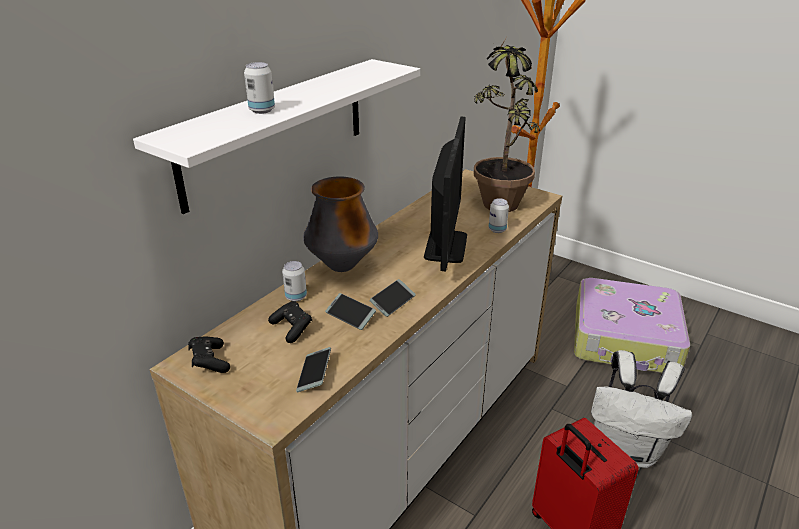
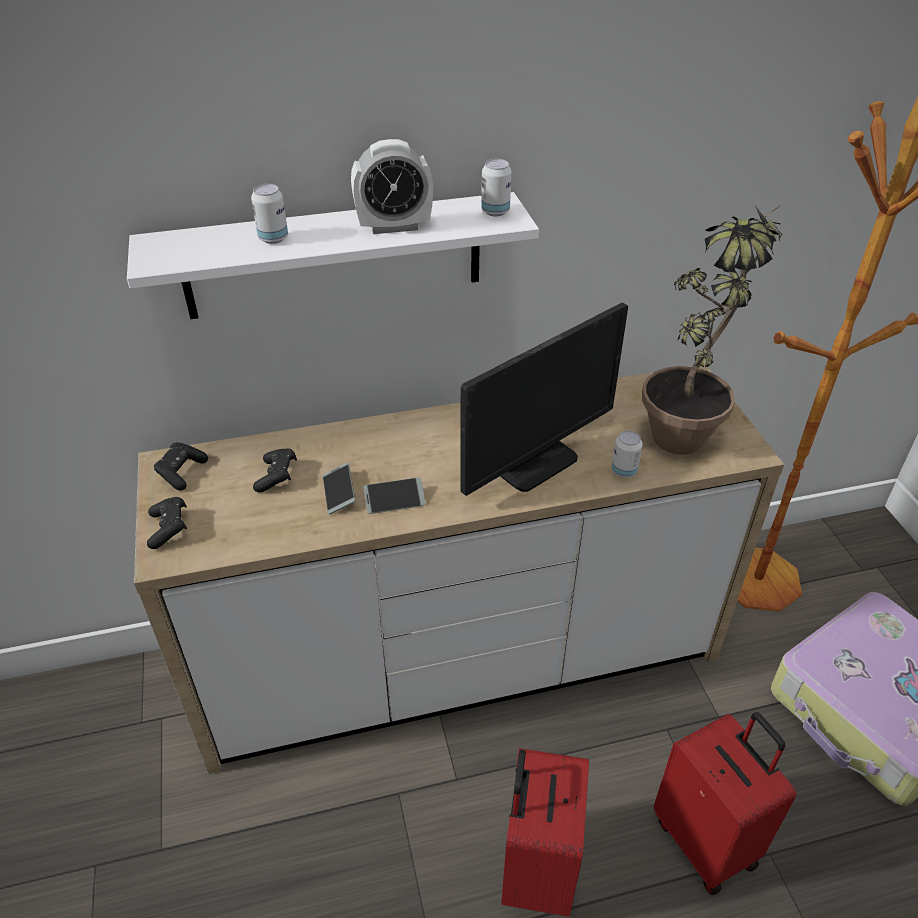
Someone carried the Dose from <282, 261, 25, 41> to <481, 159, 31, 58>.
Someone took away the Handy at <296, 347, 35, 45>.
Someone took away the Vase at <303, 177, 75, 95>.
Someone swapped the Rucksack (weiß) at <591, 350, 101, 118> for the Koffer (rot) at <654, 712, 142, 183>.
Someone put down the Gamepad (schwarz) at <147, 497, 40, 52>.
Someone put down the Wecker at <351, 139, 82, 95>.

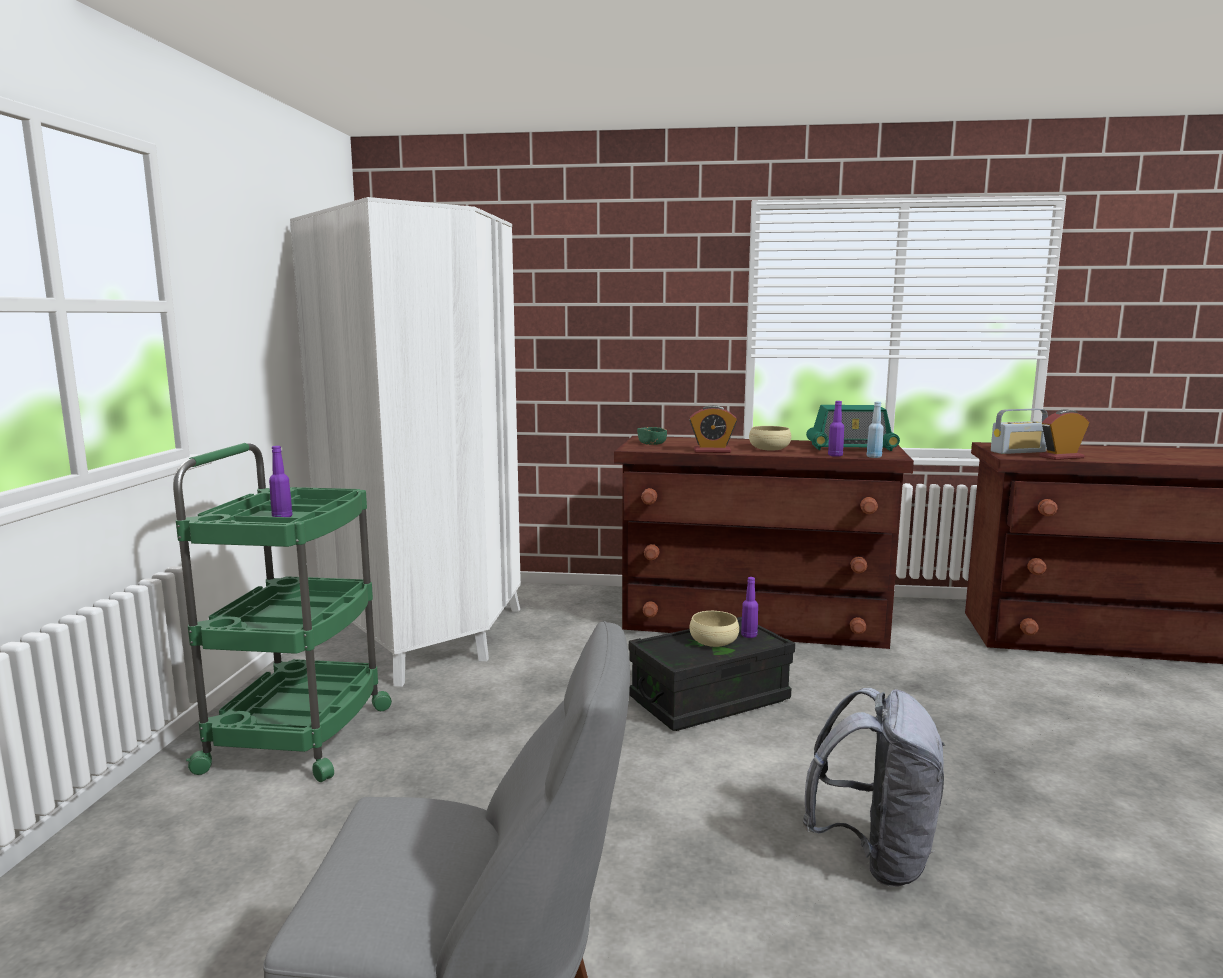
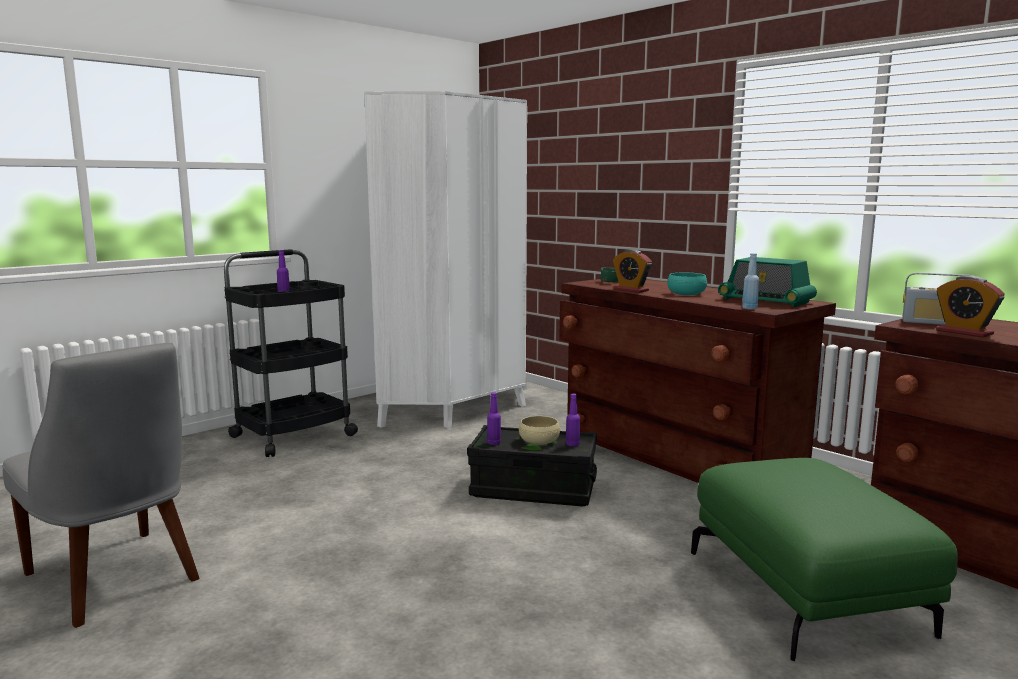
Someone repainted the Rollwagen (grün) at <173, 443, 219, 339>, which became the Rollwagen (schwarz) at <224, 249, 134, 208>.
Someone repainted the Schüssel (beige) at <749, 426, 42, 25>, which became the Schüssel (türkis) at <667, 273, 40, 22>.
Someone took away the Rucksack (grau) at <802, 688, 143, 199>.
Someone carried the Flasche (lila) from <828, 401, 16, 56> to <487, 392, 14, 53>.
Someone rotated the Wecker at <1039, 409, 50, 51> by 150 degrees counterclockwise.
Someone put down the Polsterhocker (grün) at <691, 458, 267, 203>.

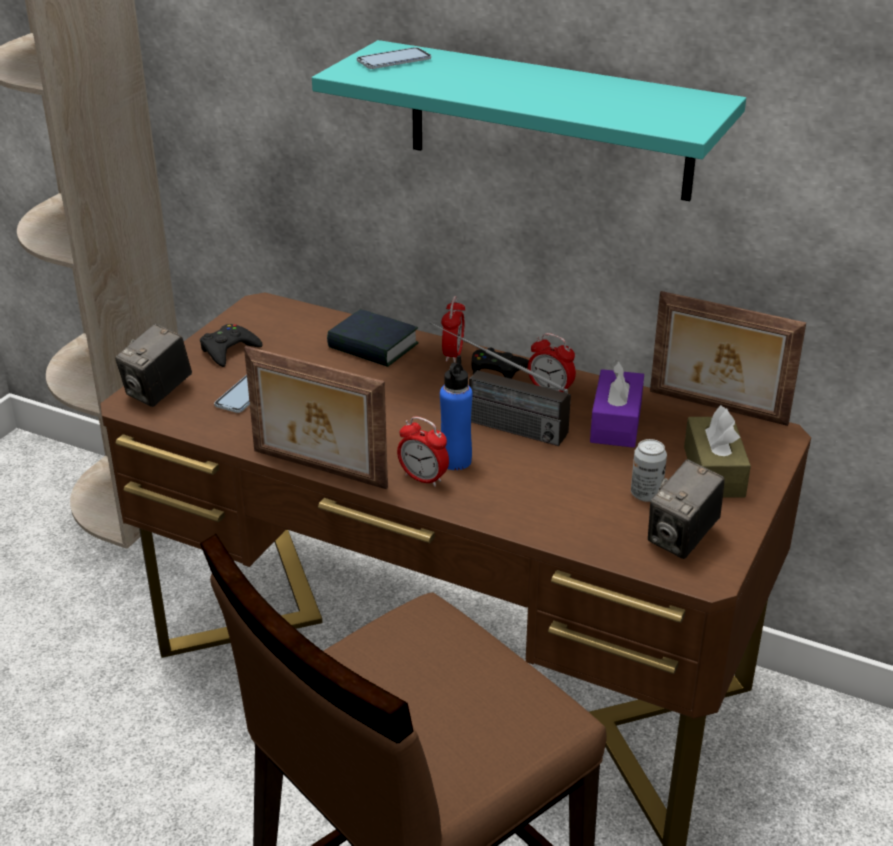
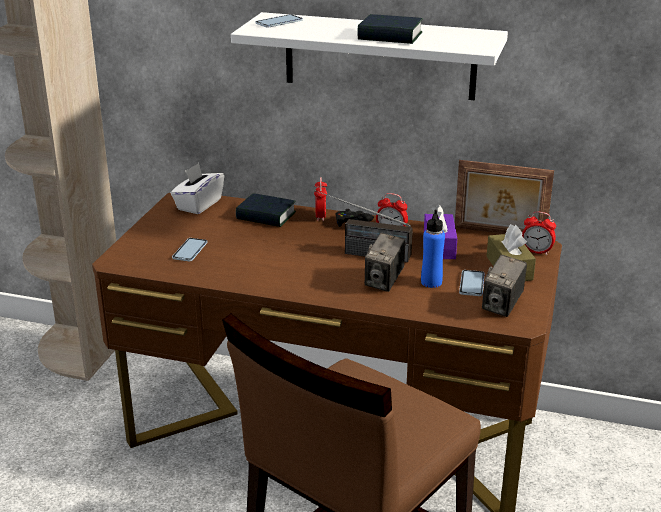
Someone carried the Kamera from <115, 324, 77, 83> to <365, 233, 40, 59>.
Someone took away the Gamepad (schwarz) at <200, 324, 63, 43>.
Someone took away the Bilderrahmen at <244, 346, 144, 143>.
Someone repainted the Wandregal (türkis) at <312, 40, 434, 161>, which became the Wandregal (weiß) at <231, 12, 277, 88>.
Someone carried the Wecker from <397, 417, 52, 70> to <522, 211, 34, 44>.
Someone carried the Flasche (blau) from <440, 355, 33, 115> to <421, 210, 24, 78>.
Someone swapped the Dose at <631, 439, 36, 63> for the Handy at <459, 270, 26, 26>.
Someone put down the Taschentuchbox (weiß) at <171, 163, 53, 51>.
Someone put down the Buch at <357, 14, 66, 30>.

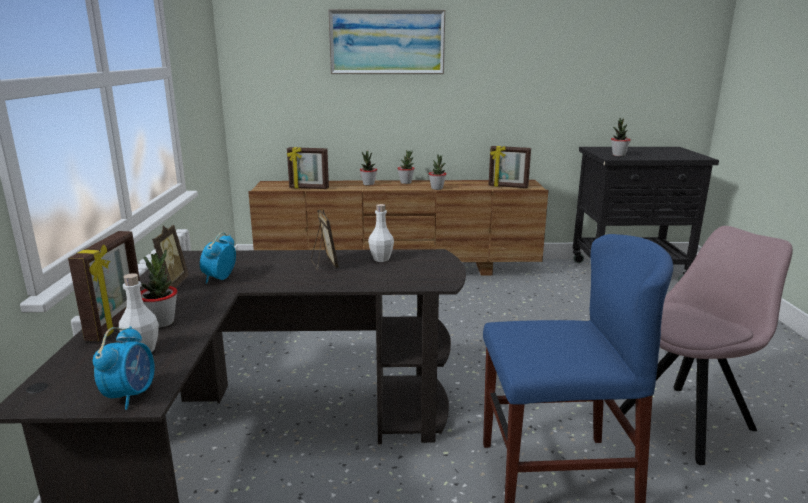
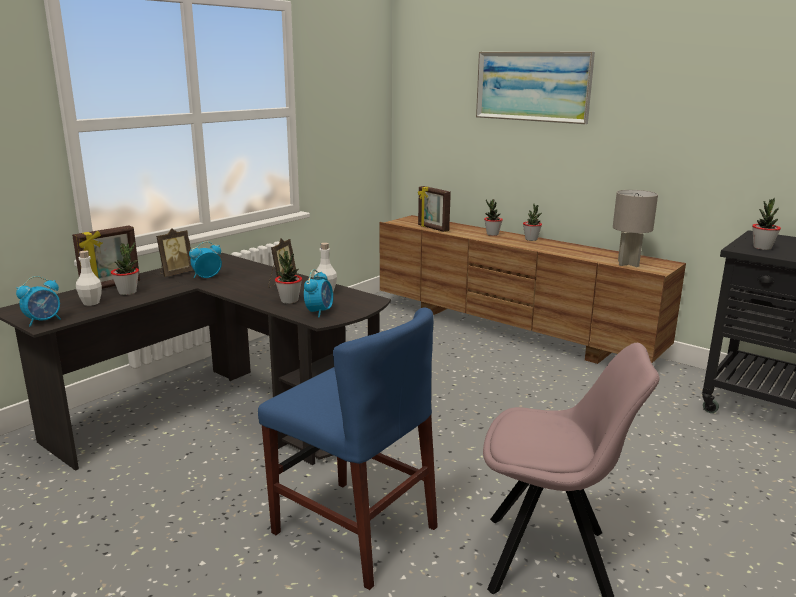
Someone carried the Topfpflanze from <428, 154, 18, 36> to <275, 251, 27, 53>.
Someone swapped the Bilderrahmen at <489, 146, 42, 42> for the Tischlampe (grau) at <613, 190, 45, 77>.
Someone put down the Wecker at <304, 269, 29, 48>.

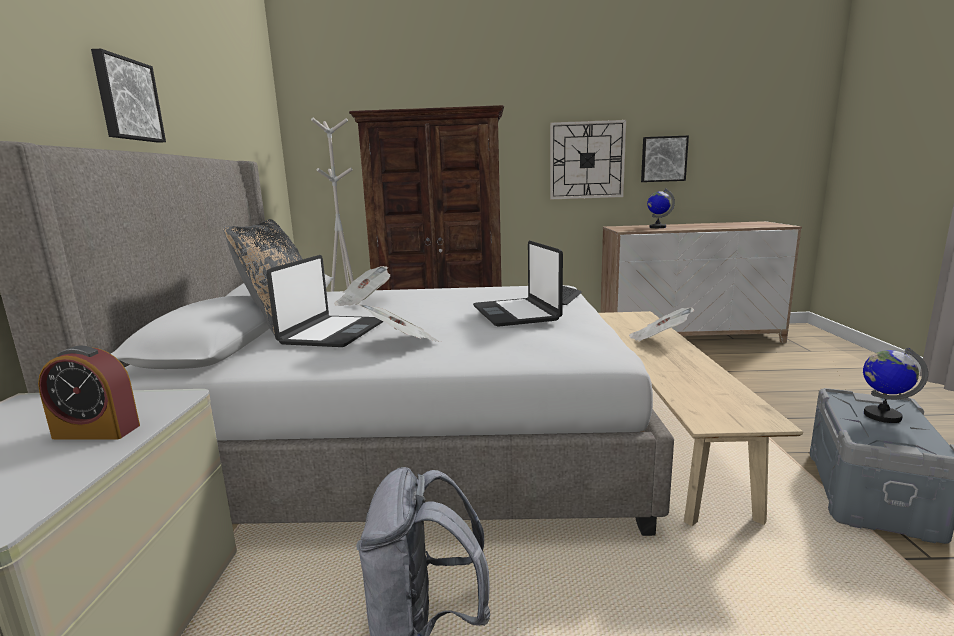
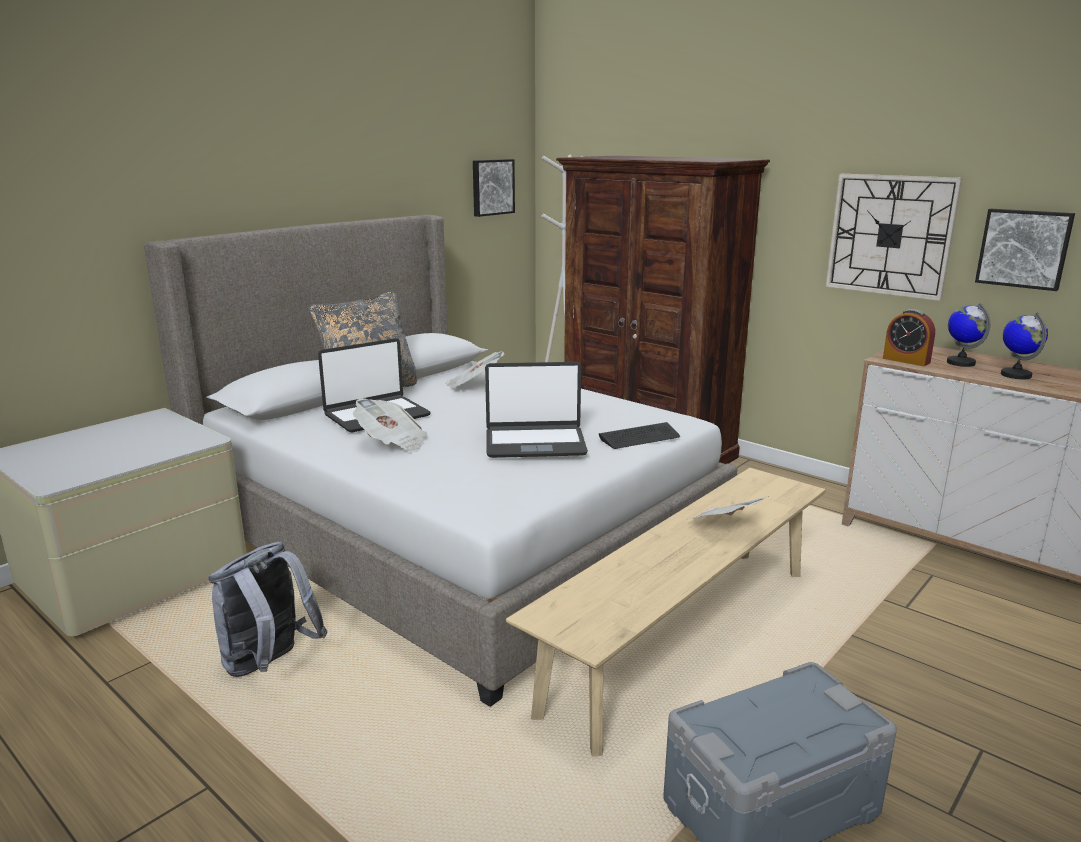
Someone carried the Wecker from <38, 345, 102, 95> to <883, 309, 52, 57>.
Someone carried the Bild from <91, 49, 75, 94> to <473, 159, 42, 58>.
Someone rotated the Laptop at <473, 240, 90, 87> by 120 degrees counterclockwise.
Someone carried the Globus from <863, 348, 65, 75> to <1001, 313, 47, 66>.

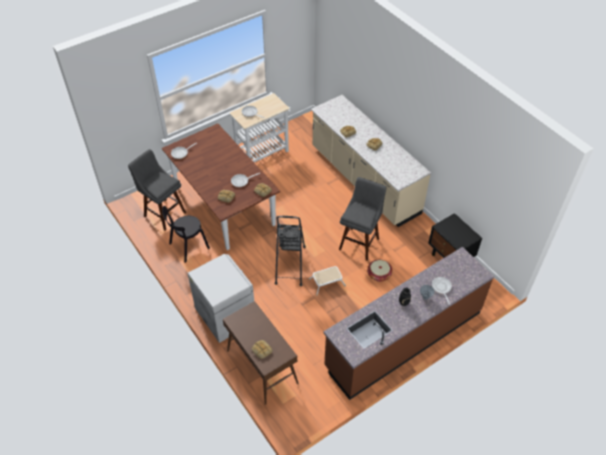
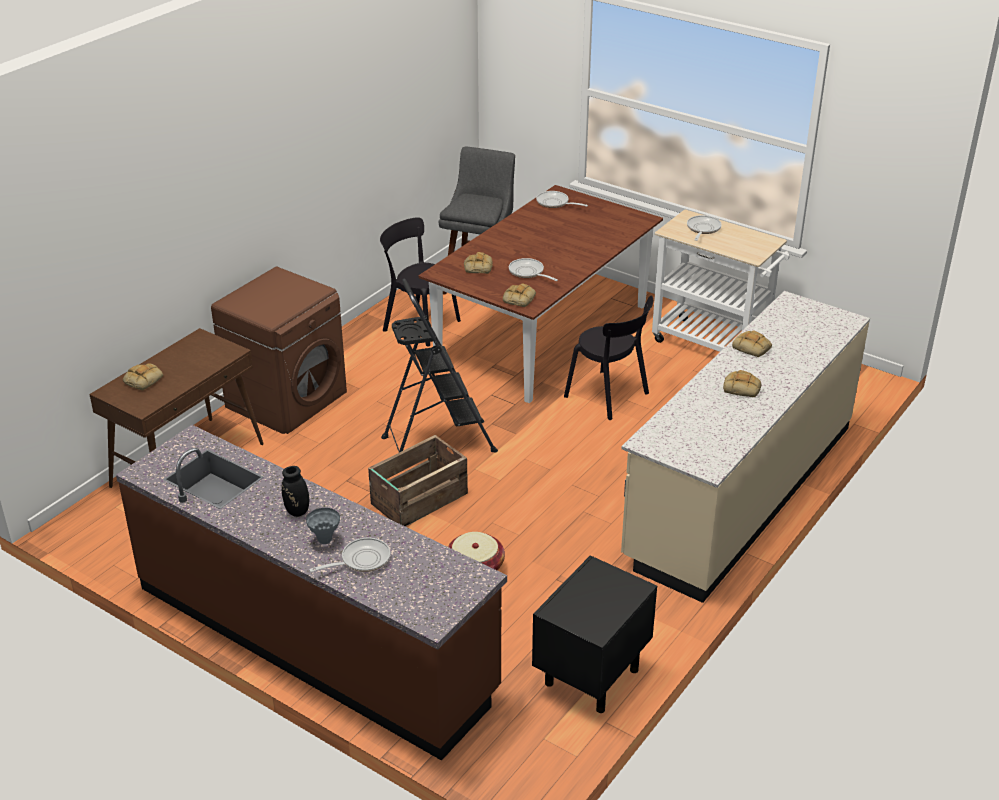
Someone repainted the Waschmaschine (weiß) at <187, 254, 67, 89>, which became the Waschmaschine (braun) at <211, 266, 136, 168>.
Someone swapped the Trittleiter (beige) at <309, 266, 37, 30> for the Kiste at <368, 435, 100, 92>.
Someone took away the Hocker (grau) at <339, 177, 48, 84>.
Someone put down the Stuhl (schwarz) at <564, 296, 89, 124>.

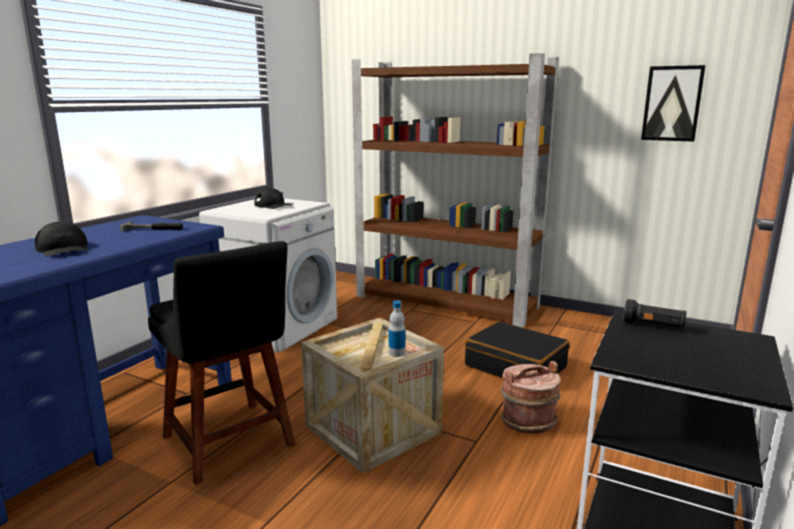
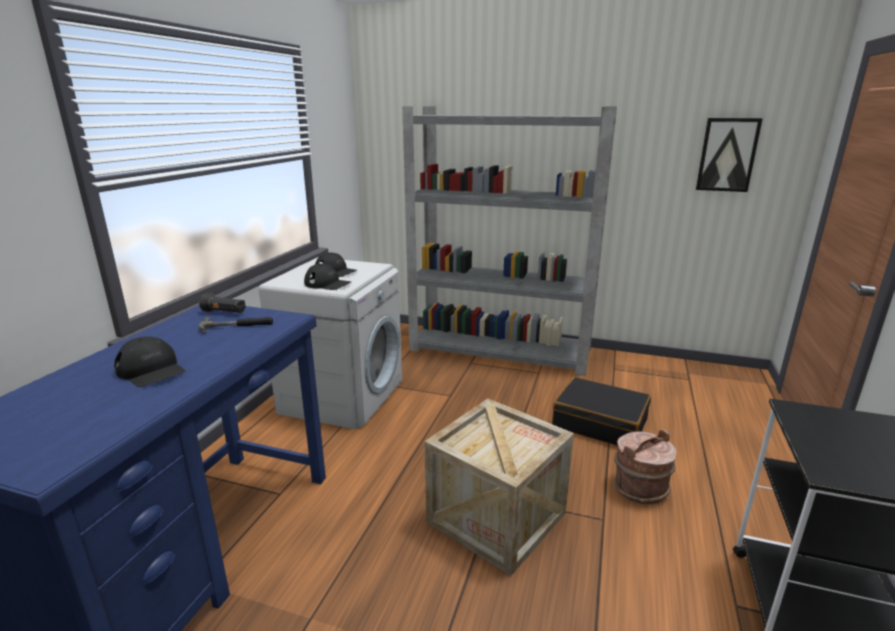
Someone took away the Hocker (schwarz) at <148, 241, 147, 244>.
Someone repainted the Bücherregal (braun) at <352, 53, 207, 275>, which became the Bücherregal (grau) at <402, 106, 215, 270>.
Someone took away the Flasche at <389, 301, 16, 56>.
Someone carried the Taschenlampe (schwarz) from <623, 299, 64, 29> to <199, 293, 47, 20>.
Someone put down the Kappe (schwarz) at <304, 264, 47, 26>.

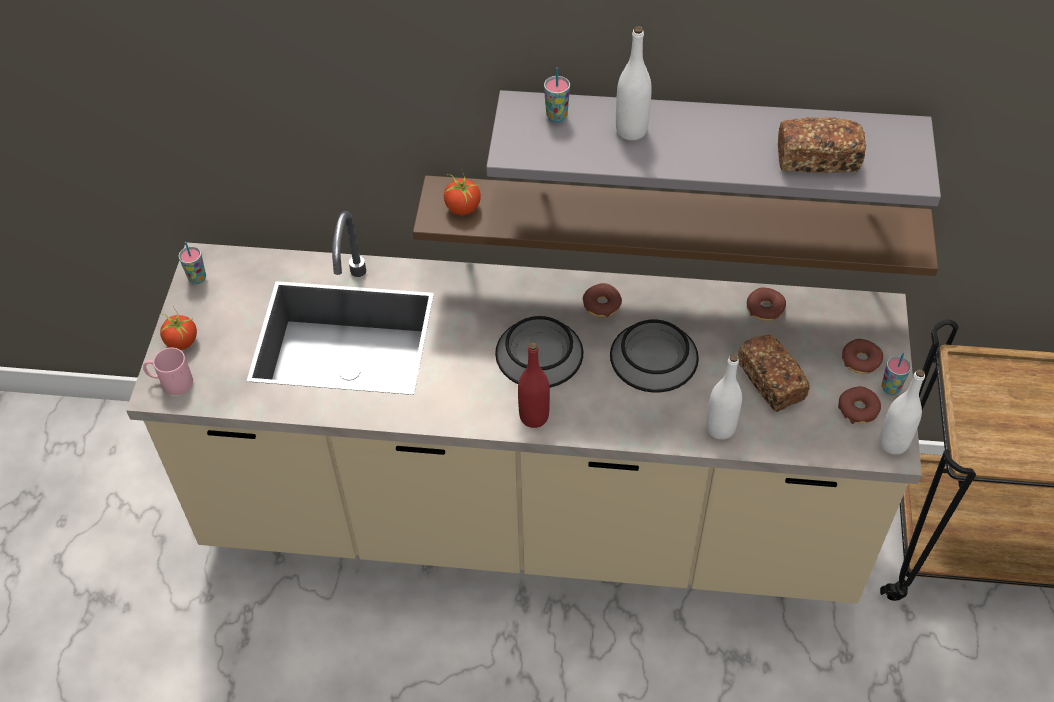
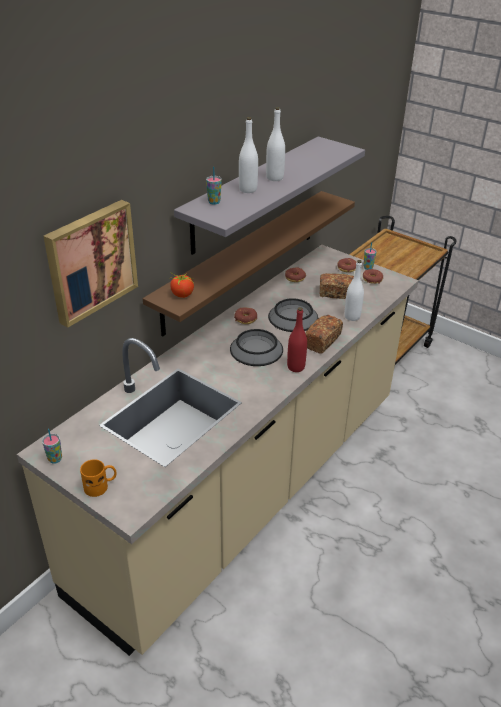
Someone took away the Henkelbecher (rosa) at <143, 348, 50, 47>.
Someone swapped the Tomate at <160, 306, 37, 44> for the Henkelbecher (orange) at <80, 459, 37, 38>.
Someone carried the Brot from <778, 117, 88, 56> to <305, 315, 38, 39>.
Someone carried the Flasche (weiß) from <879, 369, 46, 86> to <266, 107, 19, 74>.
Someone put up the Bild at <43, 200, 95, 128>.

